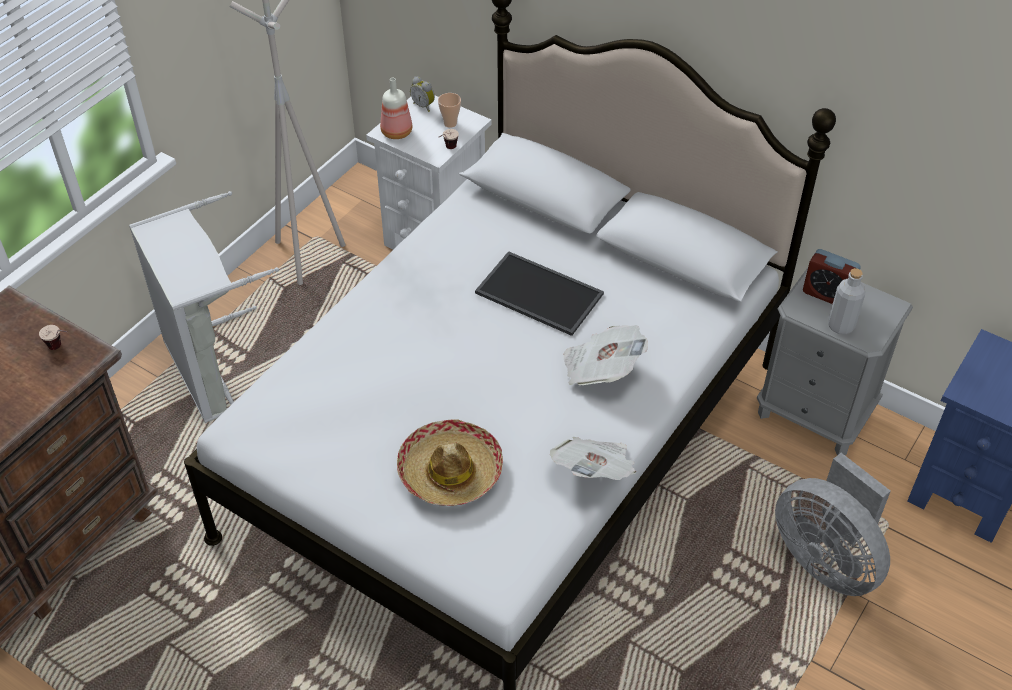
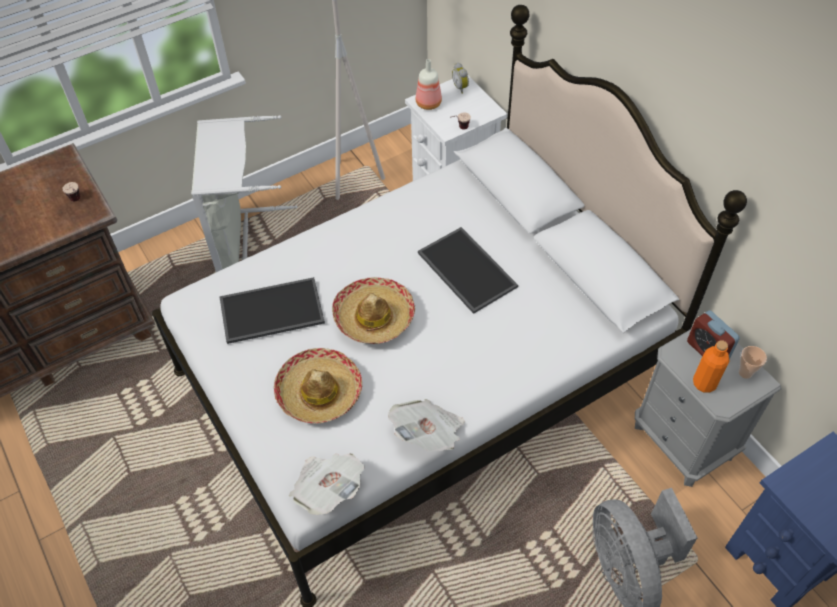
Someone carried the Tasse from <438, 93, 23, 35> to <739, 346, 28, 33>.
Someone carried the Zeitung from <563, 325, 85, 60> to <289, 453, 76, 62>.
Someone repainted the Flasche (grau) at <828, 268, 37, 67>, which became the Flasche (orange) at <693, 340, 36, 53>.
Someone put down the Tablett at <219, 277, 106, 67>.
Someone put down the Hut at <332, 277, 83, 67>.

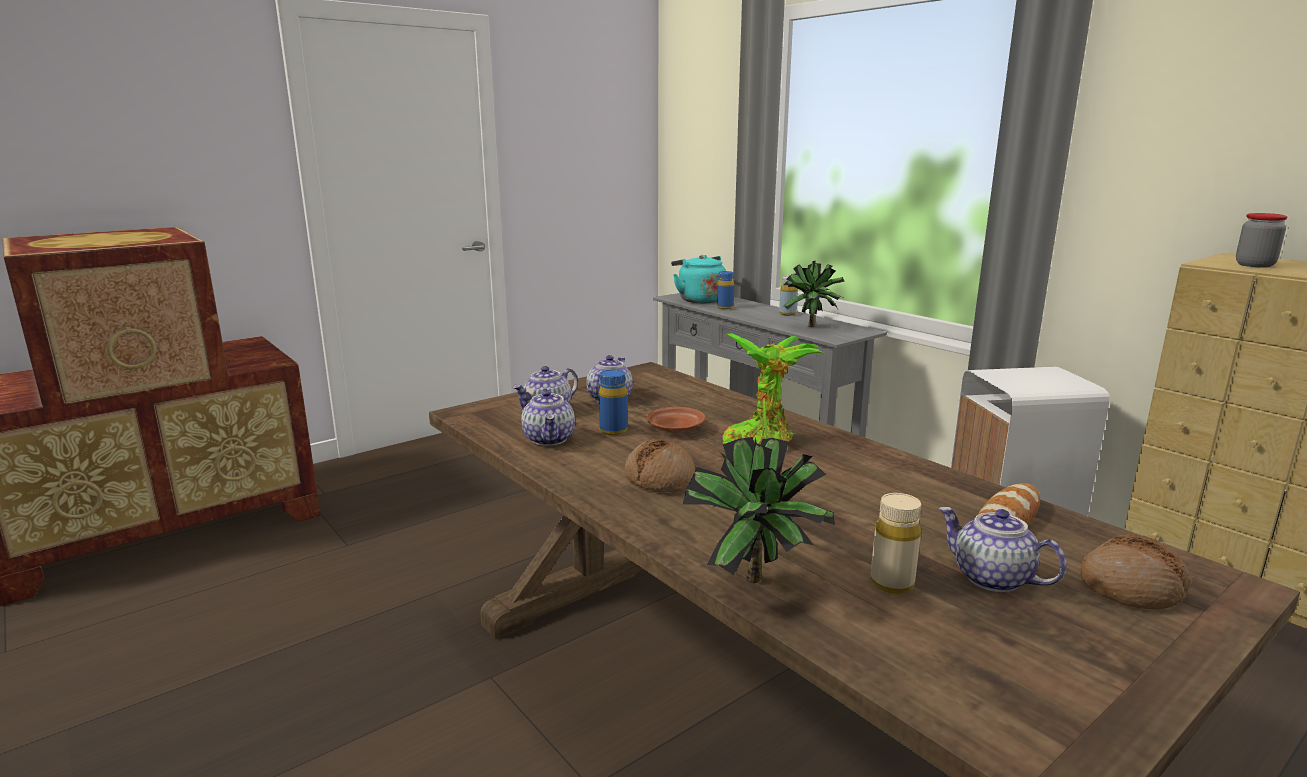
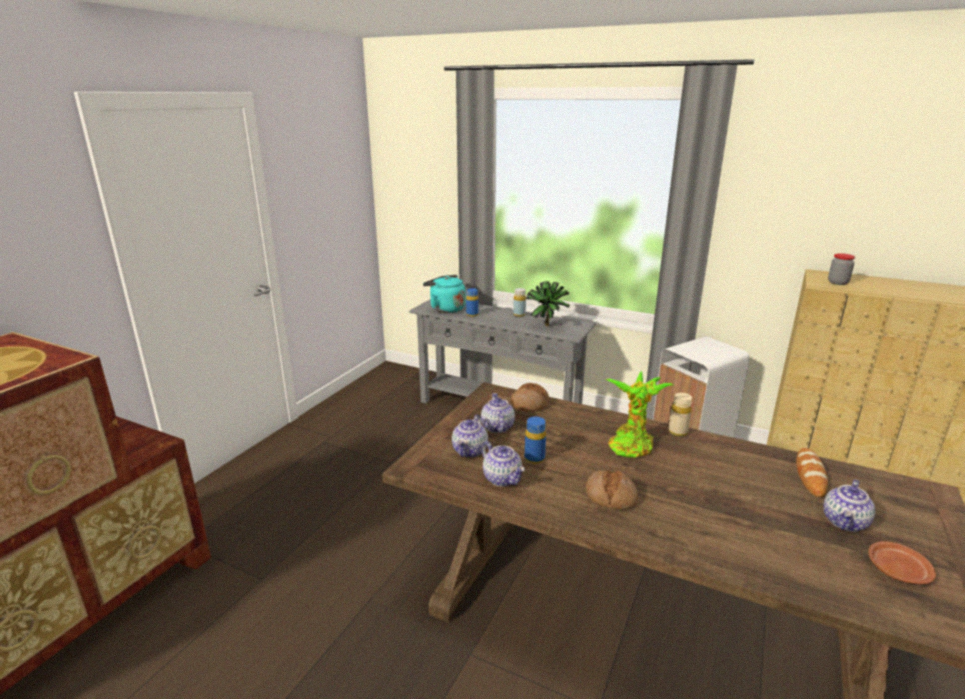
Someone carried the Teller (braun) from <646, 407, 59, 26> to <868, 541, 68, 43>.
Someone took away the Topfpflanze at <683, 437, 152, 146>.
Someone carried the Flasche (beige) from <871, 493, 50, 101> to <668, 393, 24, 44>.
Someone rotated the Teekanne at <939, 507, 128, 85> by 75 degrees counterclockwise.
Someone carried the Brot from <1080, 534, 111, 75> to <511, 383, 38, 29>.

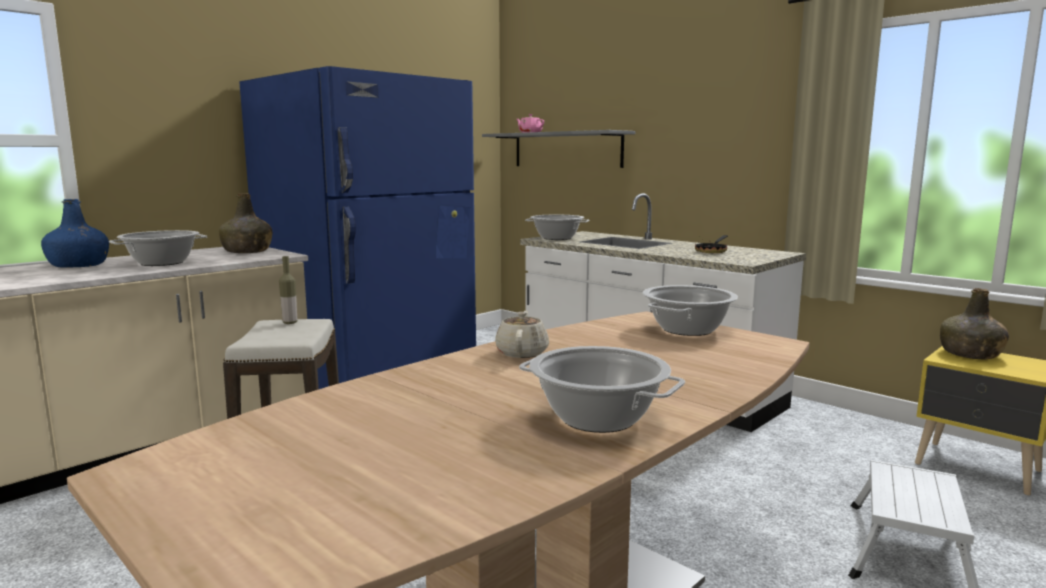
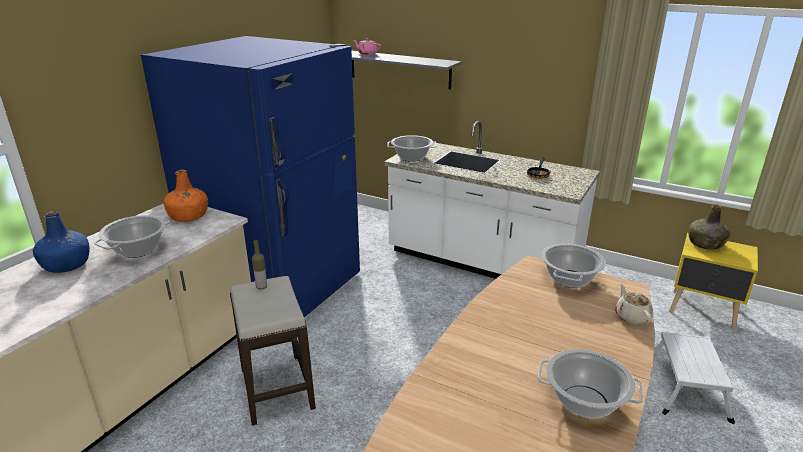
Someone repainted the Flasche (grün) at <219, 193, 53, 60>, which became the Flasche (orange) at <163, 170, 45, 52>.
Someone carried the Teekanne (beige) from <495, 311, 54, 47> to <615, 283, 38, 42>.

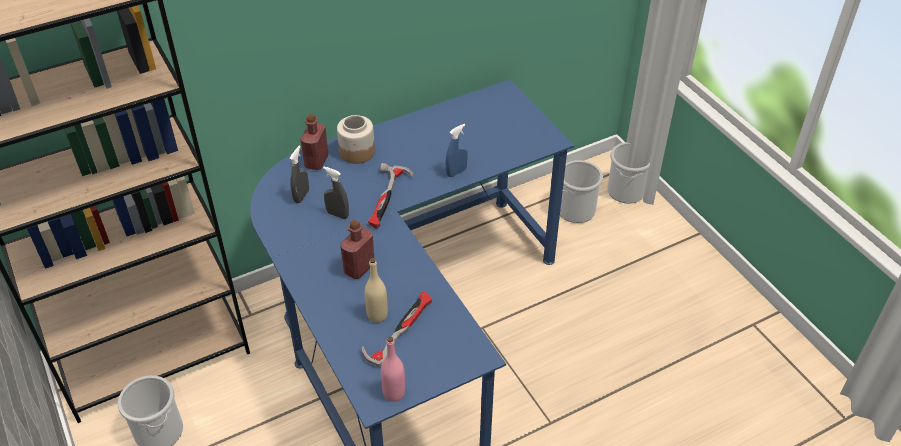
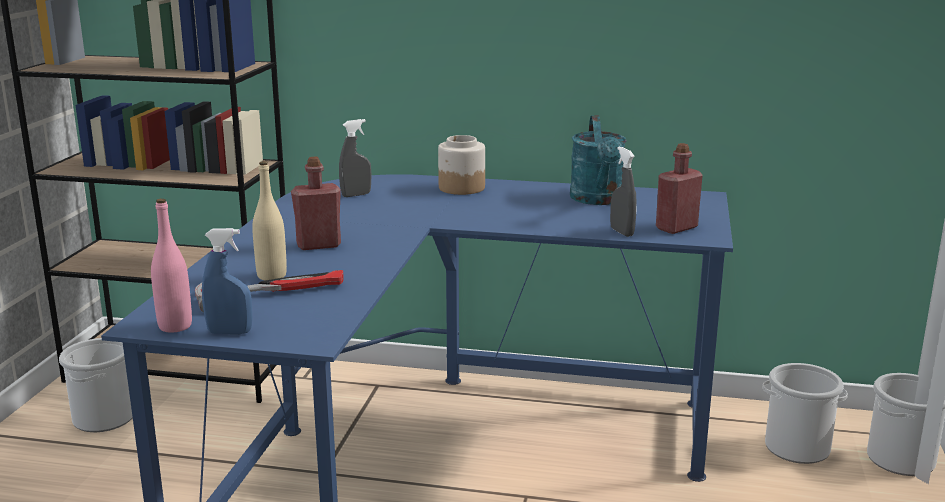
Someone carried the Flasche (rot) from <300, 114, 29, 56> to <656, 143, 47, 91>.
Someone carried the Sprühflasche (grau) from <323, 167, 26, 52> to <610, 146, 27, 91>.
Someone took away the Hammer at <368, 163, 46, 66>.
Someone carried the Sprühflasche (blau) from <445, 124, 23, 53> to <202, 228, 50, 106>.
Someone put down the Gießkanne (türkis) at <570, 115, 57, 90>.

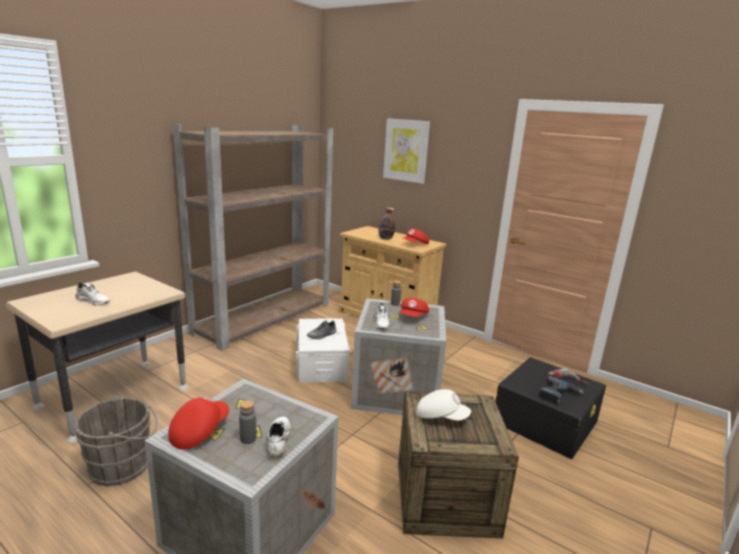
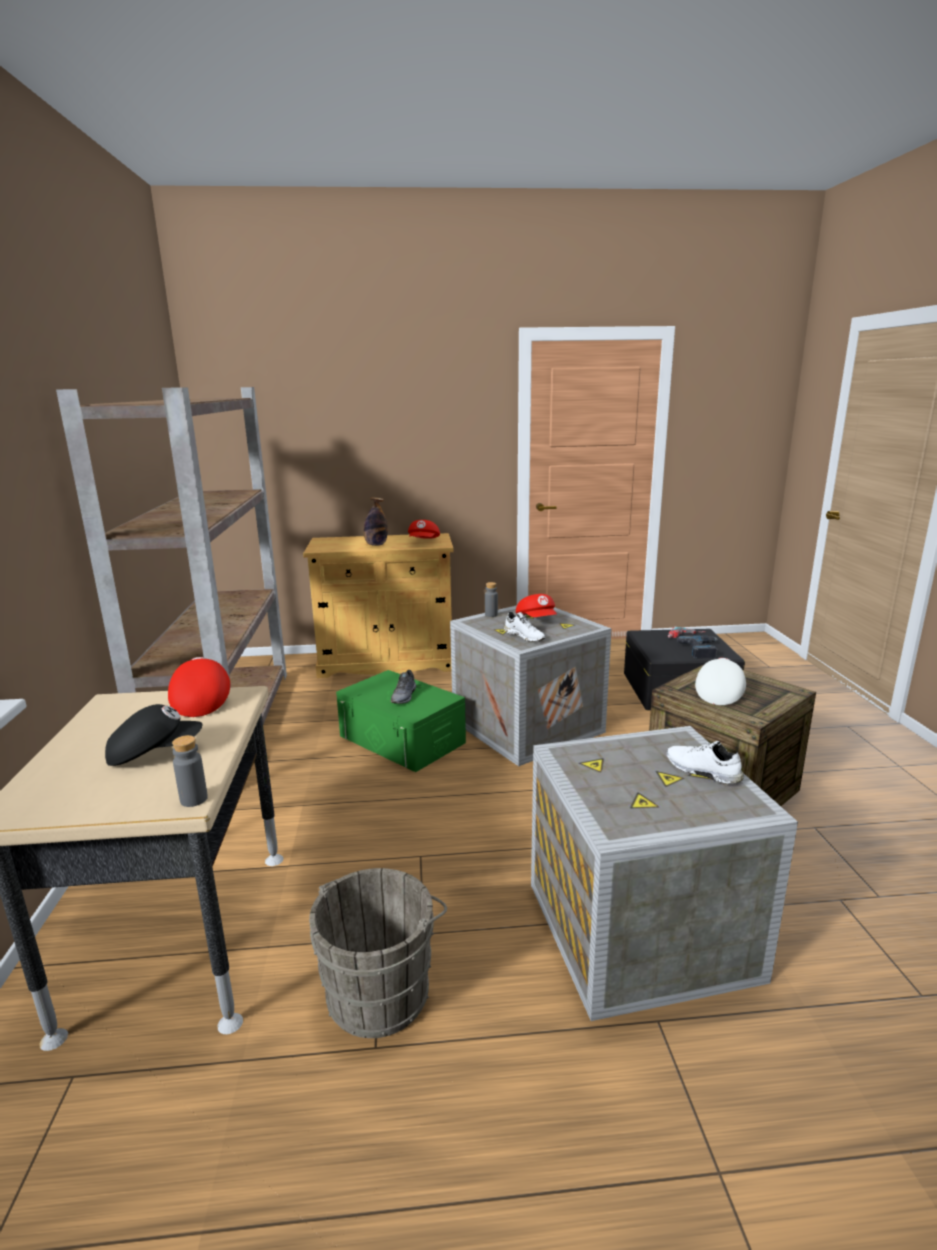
Someone swapped the Schuh (weiß) at <75, 282, 35, 23> for the Kappe (schwarz) at <105, 704, 97, 62>.
Someone carried the Kappe (rot) from <168, 397, 61, 53> to <168, 657, 62, 60>.
Someone carried the Flasche (grau) from <239, 400, 18, 44> to <172, 735, 36, 72>.
Someone repainted the Aufbewahrungsbox (weiß) at <296, 318, 55, 65>, which became the Aufbewahrungsbox (grün) at <336, 670, 130, 102>.
Someone took away the Bild at <383, 118, 47, 66>.
Someone rotated the Kappe (weiß) at <416, 389, 55, 32> by 45 degrees counterclockwise.

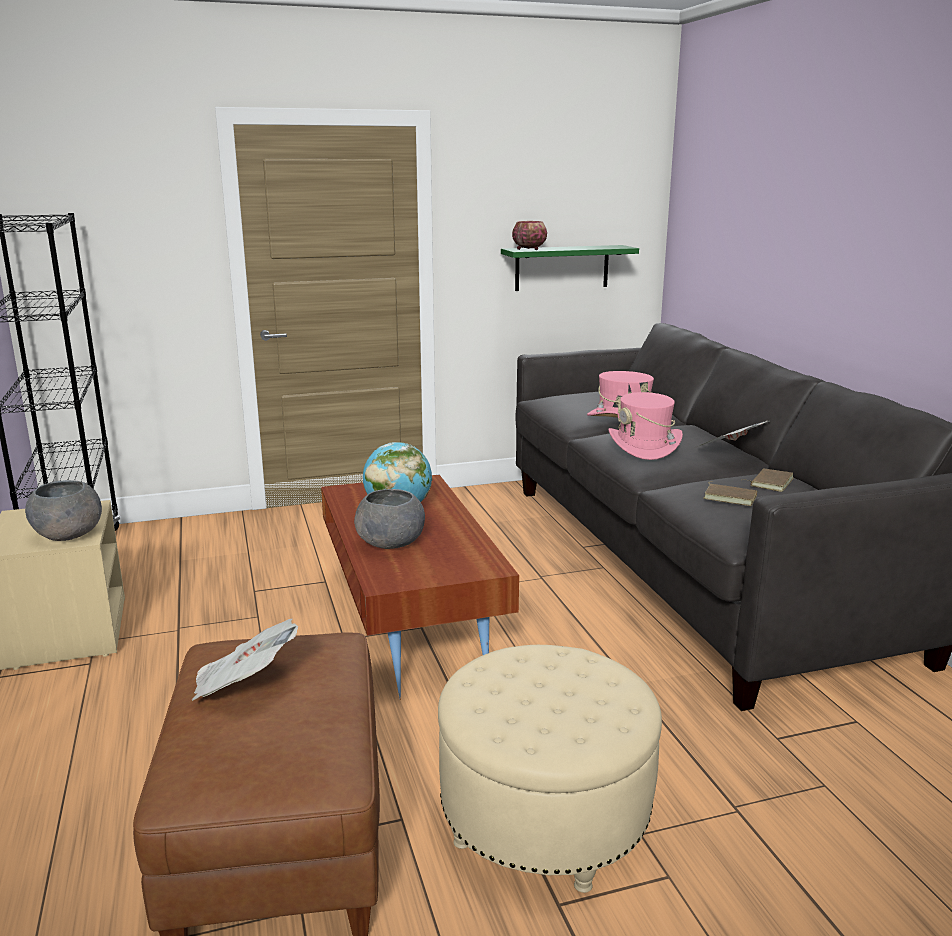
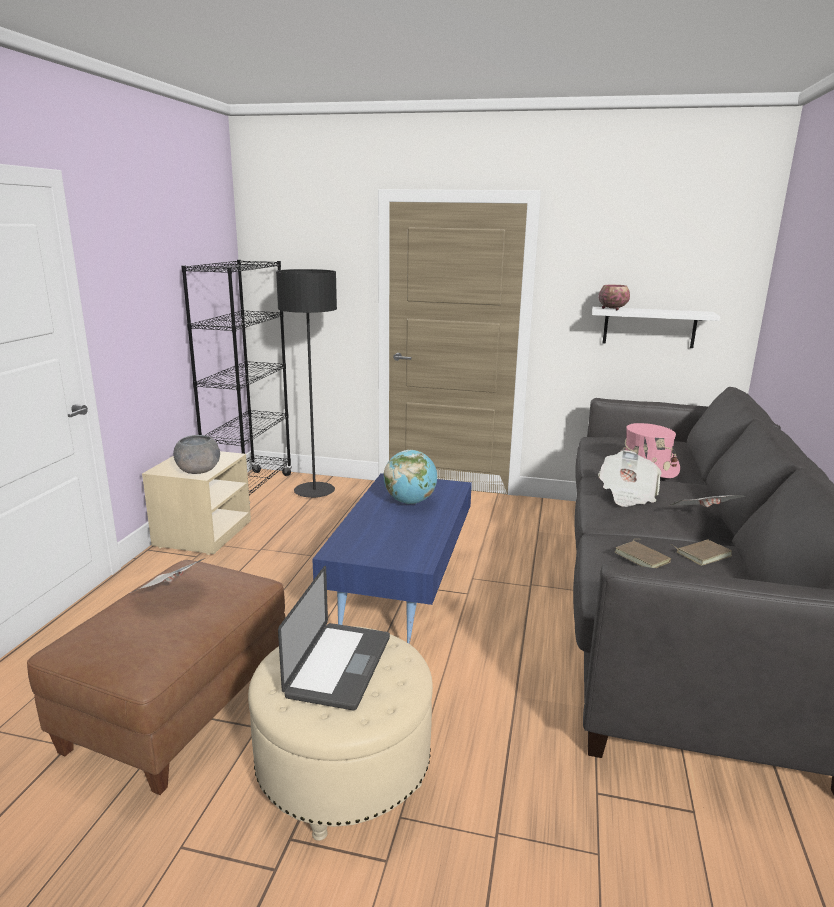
Someone repainted the Couchtisch (braun) at <321, 475, 198, 225>, which became the Couchtisch (blau) at <312, 473, 160, 171>.
Someone took away the Schüssel (grau) at <354, 489, 71, 60>.
Someone repainted the Wandregal (grün) at <501, 245, 138, 46>, which became the Wandregal (weiß) at <592, 307, 128, 41>.
Someone swapped the Hut (rosa) at <609, 392, 74, 68> for the Zeitung at <598, 450, 64, 57>.
Someone put down the Stehlampe (schwarz) at <276, 269, 61, 229>.
Someone put down the Laptop at <278, 566, 112, 145>.

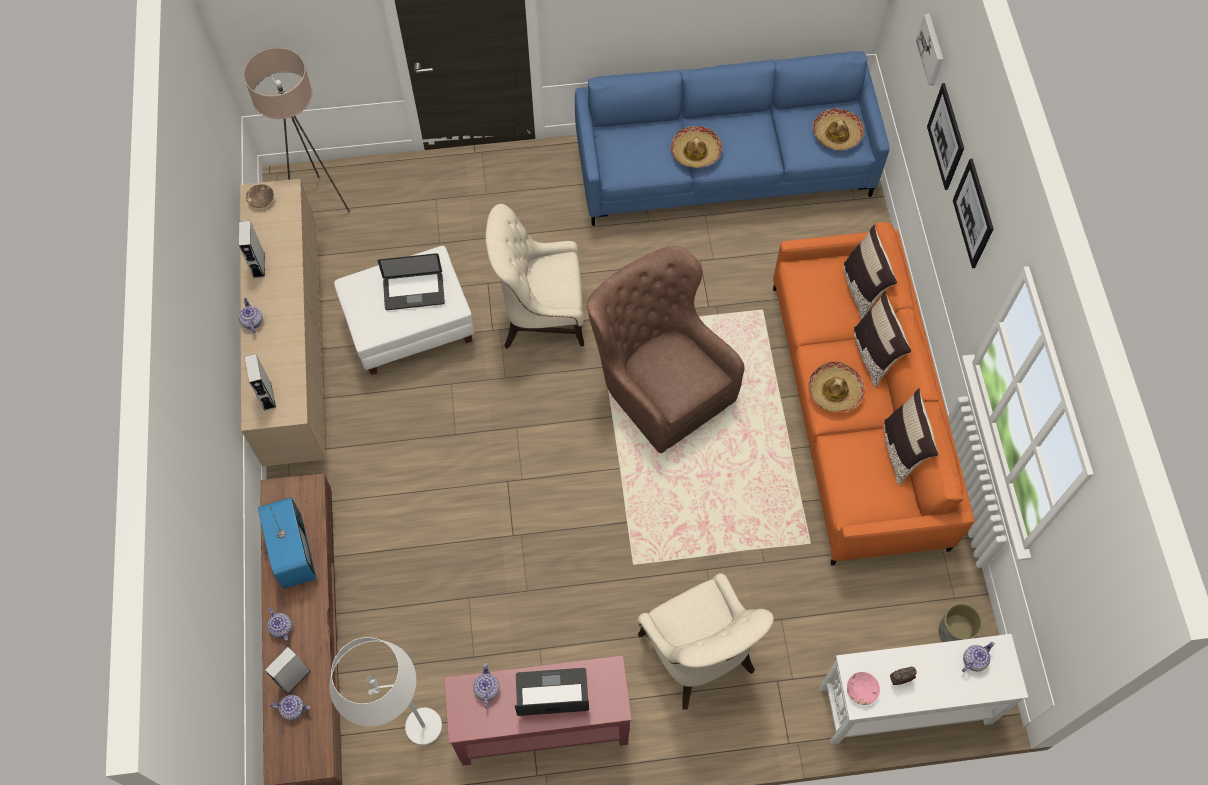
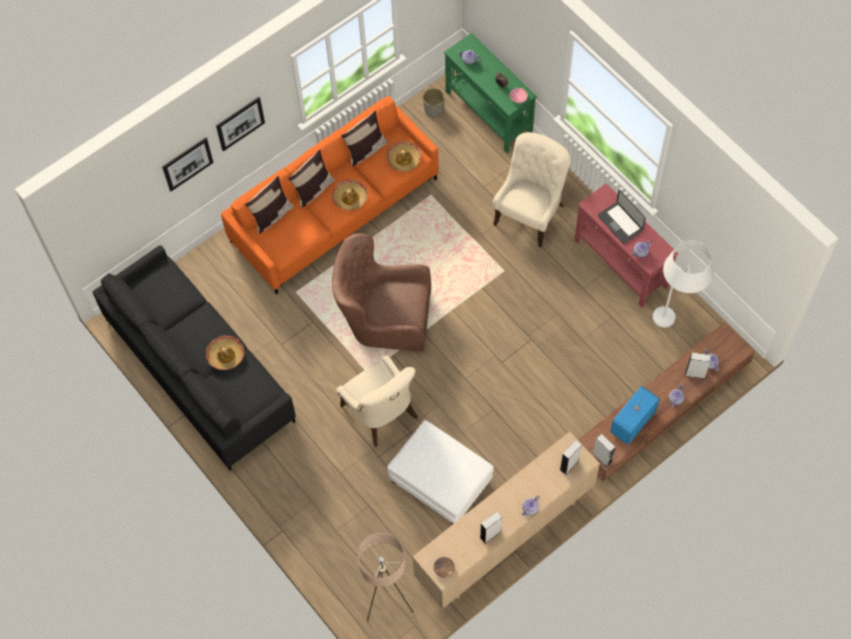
Someone took away the Laptop at <378, 253, 67, 57>.
Someone repainted the Sofa (blau) at <575, 51, 315, 175>, which became the Sofa (schwarz) at <93, 245, 203, 226>.
Someone rotated the Sessel (braun) at <587, 246, 158, 207> by 75 degrees clockwise.
Someone carried the Hut from <813, 108, 51, 42> to <386, 141, 36, 31>.
Someone repainted the Konsolentisch (weiß) at <820, 634, 208, 111>, which became the Konsolentisch (grün) at <444, 33, 93, 120>.
Someone took away the Bild at <916, 14, 27, 72>.
Someone put down the Lautsprecher (grau) at <593, 434, 22, 33>.

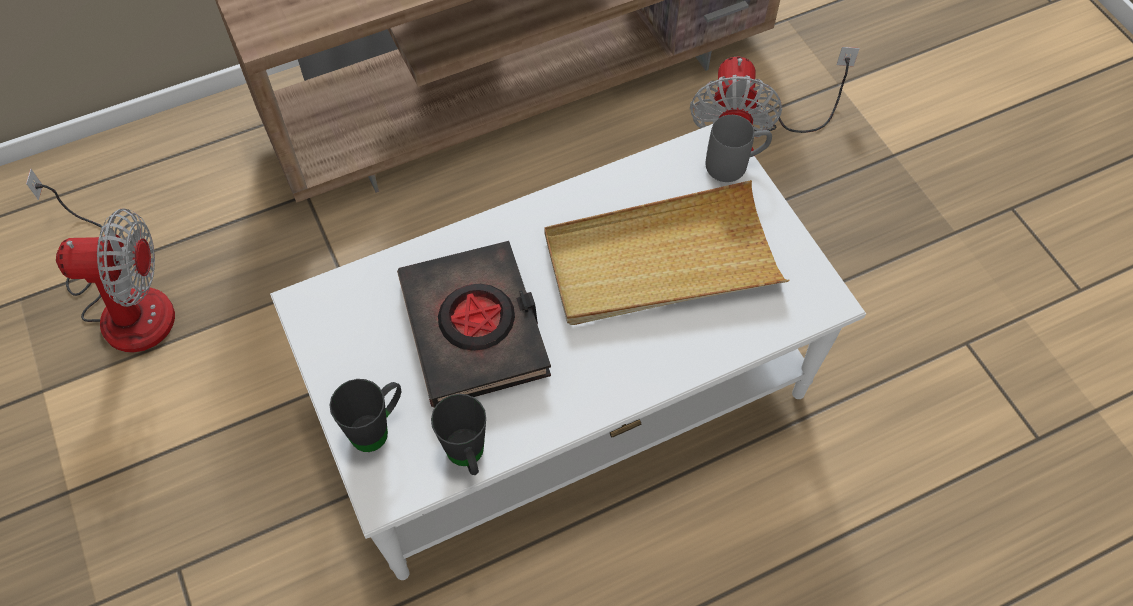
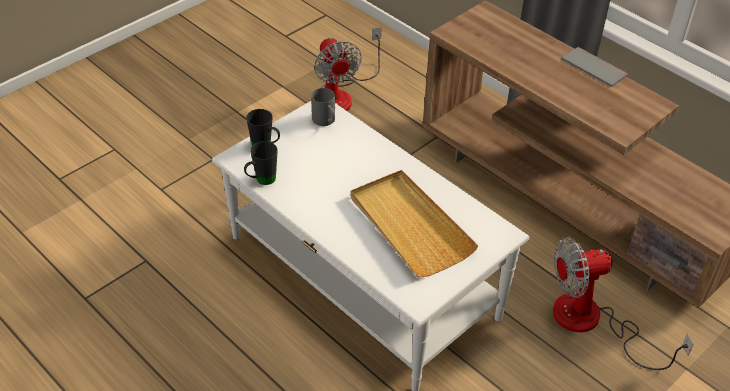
Someone took away the Buch (schwarz) at <397, 241, 154, 167>.
Someone carried the Henkelbecher (grau) from <706, 115, 66, 67> to <311, 88, 24, 38>.

